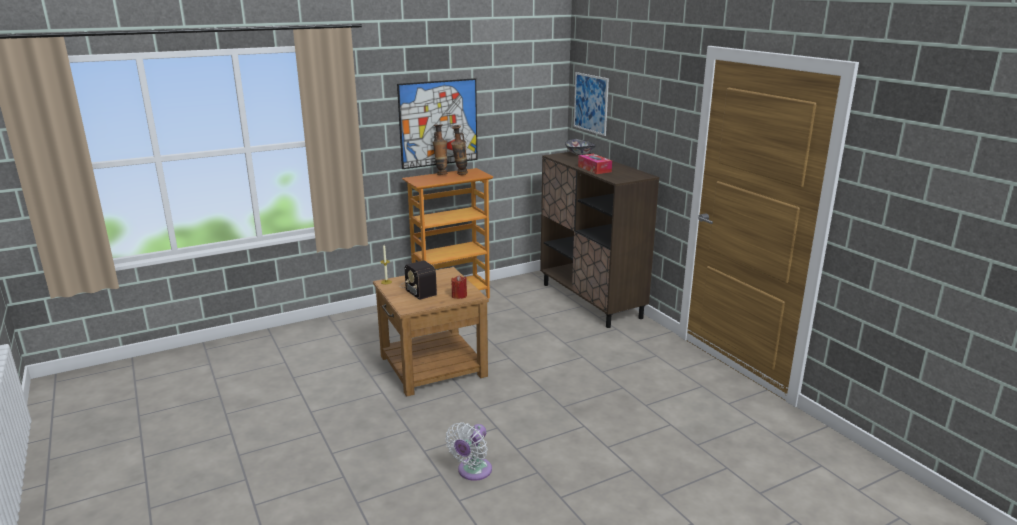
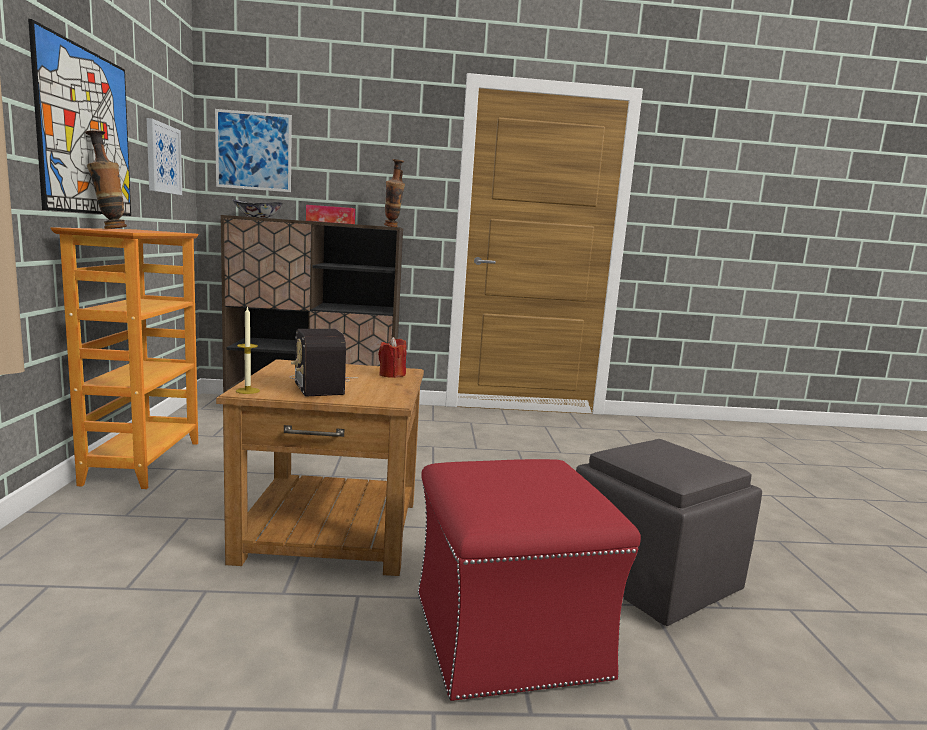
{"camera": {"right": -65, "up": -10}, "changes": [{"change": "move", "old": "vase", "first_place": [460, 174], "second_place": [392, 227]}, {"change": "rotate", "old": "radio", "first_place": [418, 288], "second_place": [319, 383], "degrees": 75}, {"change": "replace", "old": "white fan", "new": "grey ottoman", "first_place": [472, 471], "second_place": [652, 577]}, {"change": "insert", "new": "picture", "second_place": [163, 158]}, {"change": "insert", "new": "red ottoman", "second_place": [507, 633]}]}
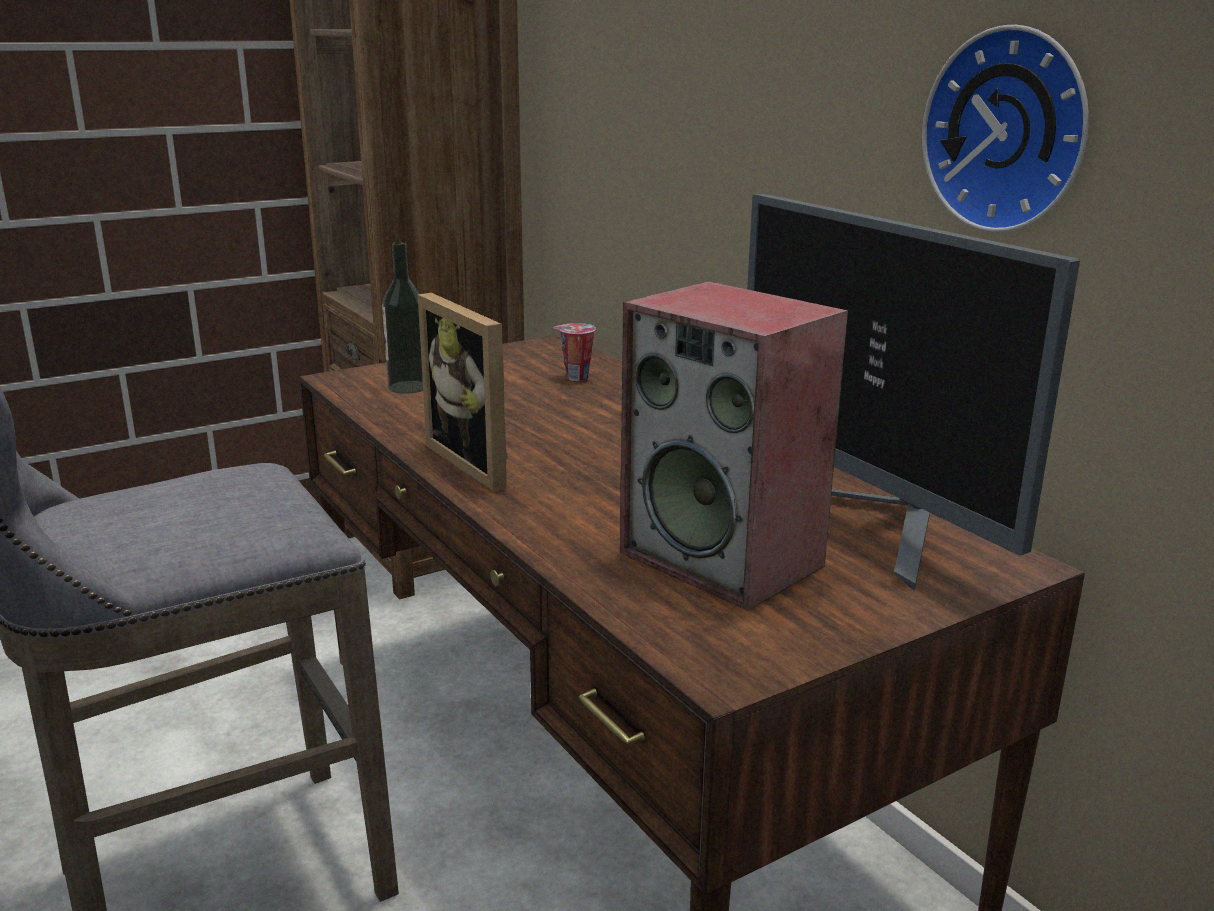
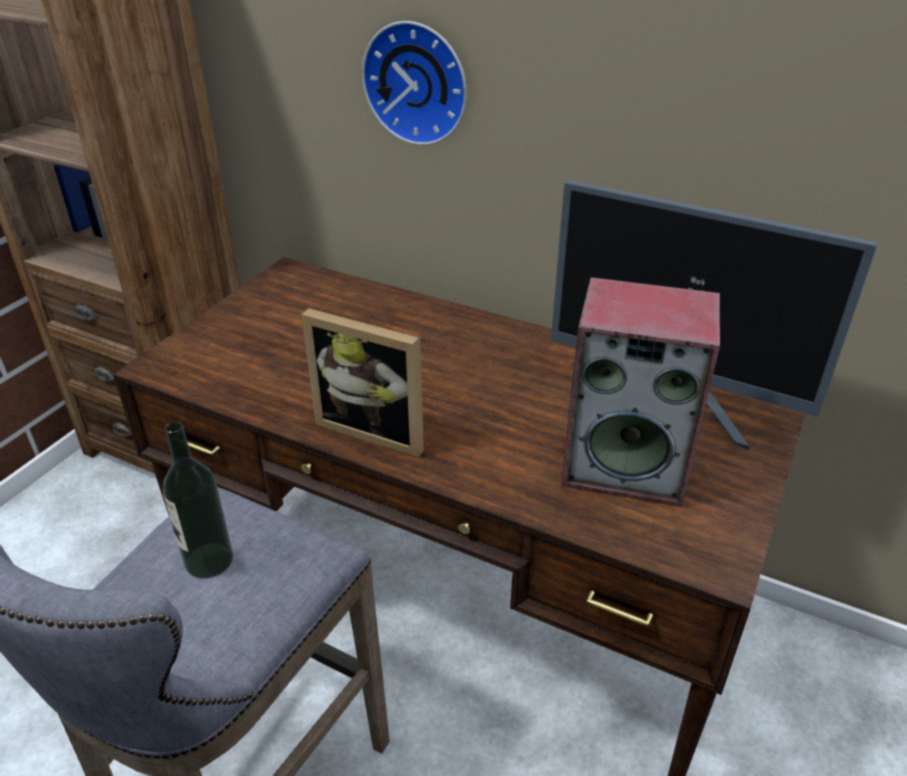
{"camera": {"right": -30, "up": 15}, "changes": [{"change": "move", "old": "wall clock", "first_place": [1010, 130], "second_place": [418, 82]}, {"change": "move", "old": "bottle", "first_place": [408, 387], "second_place": [209, 560]}, {"change": "delete", "old": "cup", "first_place": [575, 377]}]}
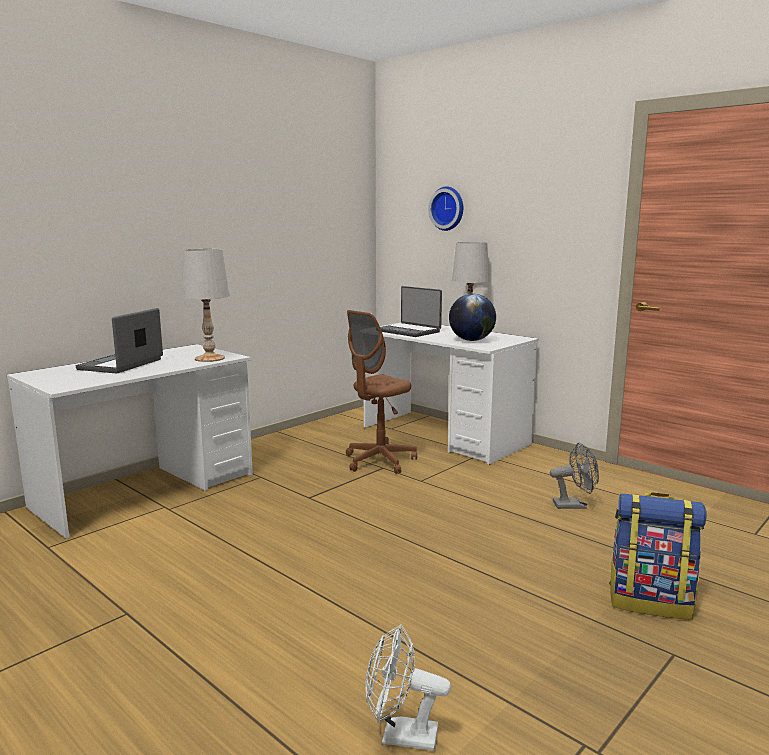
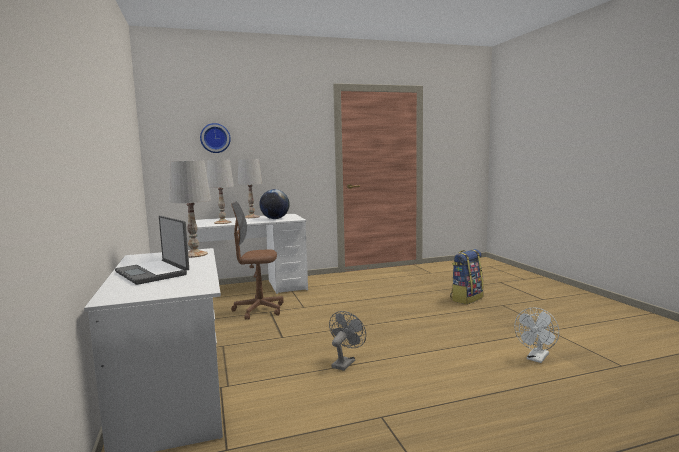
{"camera": {"right": -60, "up": -5}, "changes": [{"change": "replace", "old": "laptop", "new": "white table lamp", "first_place": [409, 331], "second_place": [223, 222]}, {"change": "rotate", "old": "brown office chair", "first_place": [379, 461], "second_place": [259, 310], "degrees": 105}, {"change": "move", "old": "grey fan", "first_place": [574, 505], "second_place": [345, 362]}]}
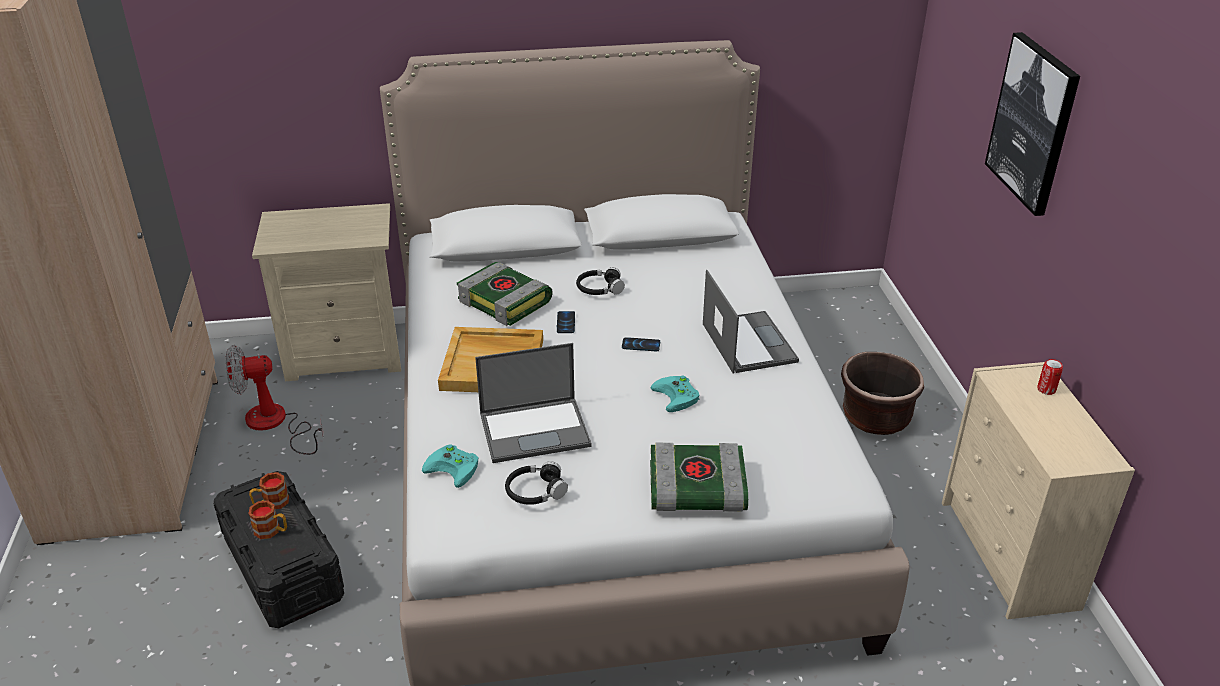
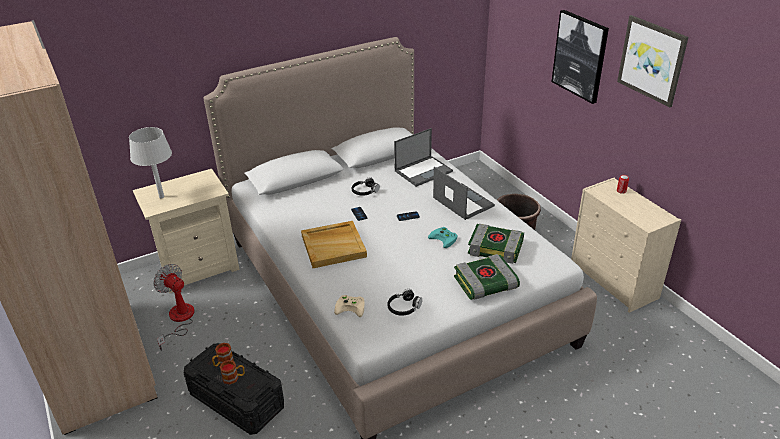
{"camera": {"right": -20, "up": 0}, "changes": [{"change": "move", "old": "book", "first_place": [506, 301], "second_place": [496, 248]}, {"change": "move", "old": "laptop", "first_place": [536, 429], "second_place": [423, 171]}, {"change": "rotate", "old": "fan", "first_place": [275, 424], "second_place": [178, 320], "degrees": 75}, {"change": "recolor", "old": "turquoise game controller", "new": "beige game controller", "first_place": [455, 468], "second_place": [351, 307]}, {"change": "insert", "new": "picture", "second_place": [652, 60]}, {"change": "insert", "new": "grey table lamp", "second_place": [161, 197]}]}
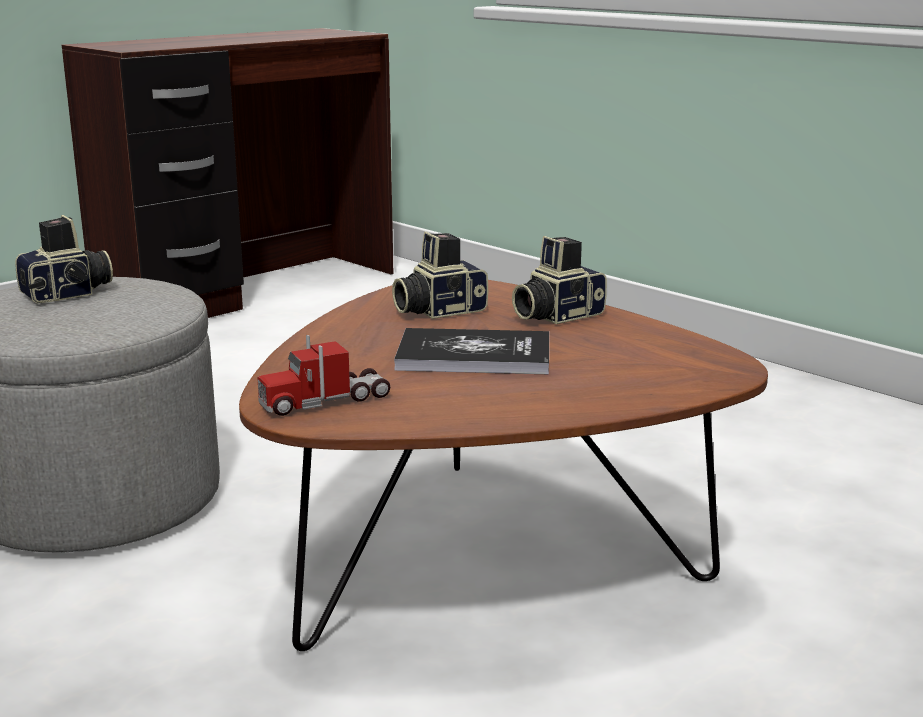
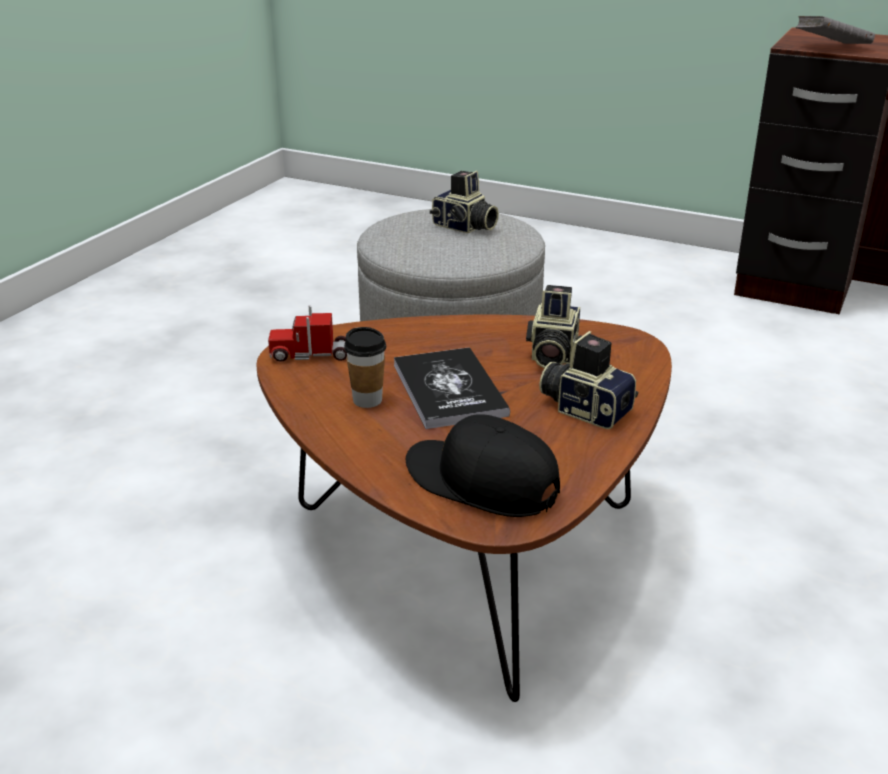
{"camera": {"right": 70, "up": 10}, "changes": [{"change": "rotate", "old": "photo camera", "first_place": [438, 310], "second_place": [551, 354], "degrees": -120}, {"change": "rotate", "old": "toy truck", "first_place": [325, 401], "second_place": [318, 355], "degrees": -45}, {"change": "insert", "new": "grey book", "second_place": [831, 48]}, {"change": "insert", "new": "cup", "second_place": [367, 400]}, {"change": "insert", "new": "black cap", "second_place": [481, 482]}]}
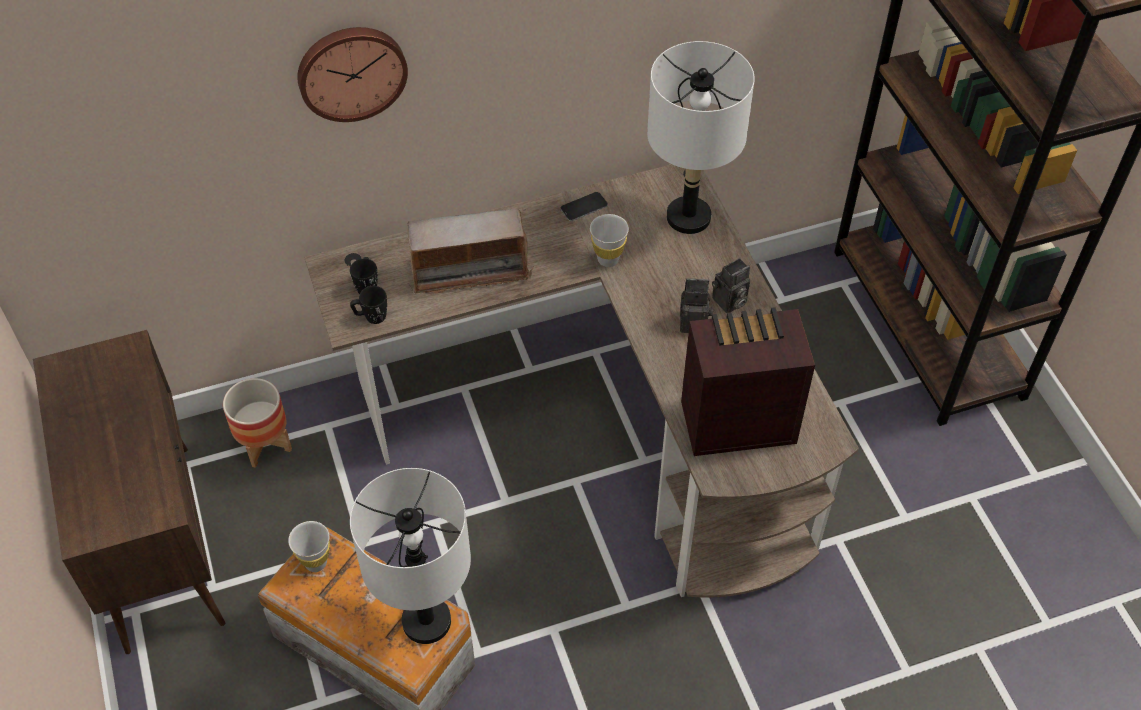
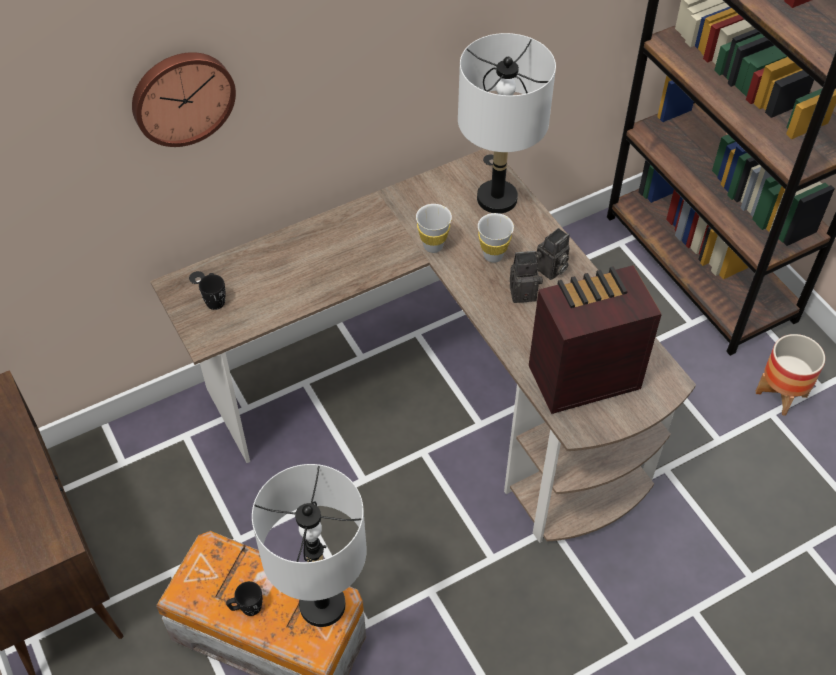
{"camera": {"right": -10, "up": 0}, "changes": [{"change": "delete", "old": "phone", "first_place": [584, 207]}, {"change": "delete", "old": "radio", "first_place": [469, 271]}, {"change": "move", "old": "black mug", "first_place": [371, 316], "second_place": [247, 608]}, {"change": "move", "old": "planter", "first_place": [265, 444], "second_place": [781, 394]}, {"change": "move", "old": "white cup", "first_place": [316, 562], "second_place": [493, 255]}]}
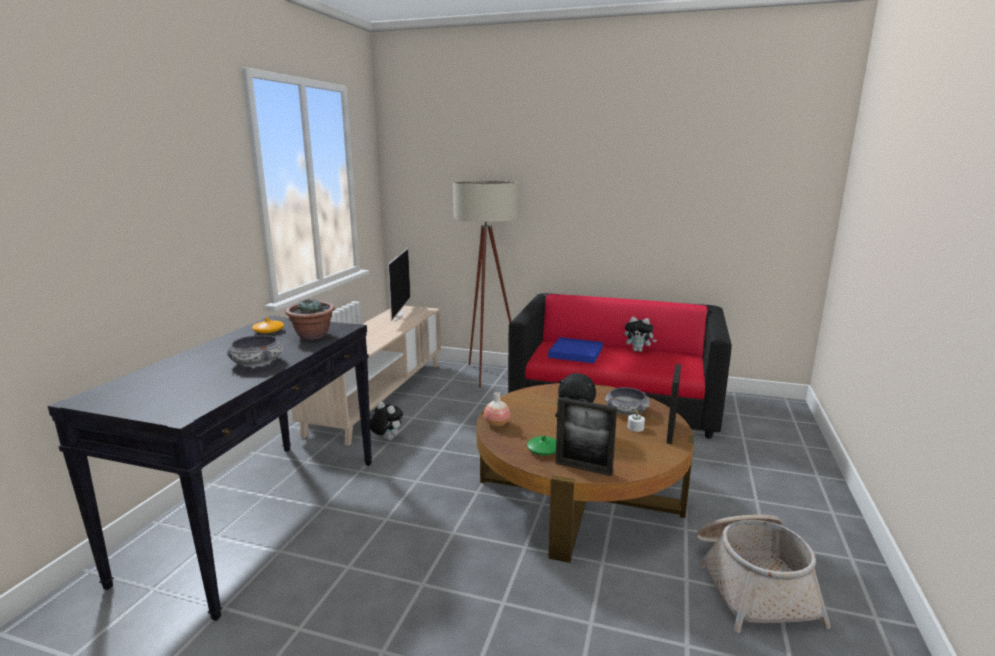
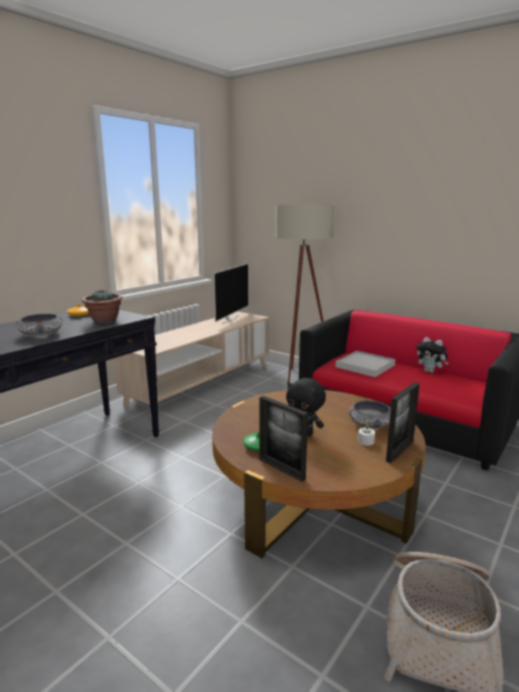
{"camera": {"right": 20, "up": 0}, "changes": [{"change": "recolor", "old": "blue tray", "new": "white tray", "first_place": [575, 353], "second_place": [365, 366]}, {"change": "delete", "old": "vase", "first_place": [497, 424]}, {"change": "delete", "old": "plush toy", "first_place": [386, 439]}]}
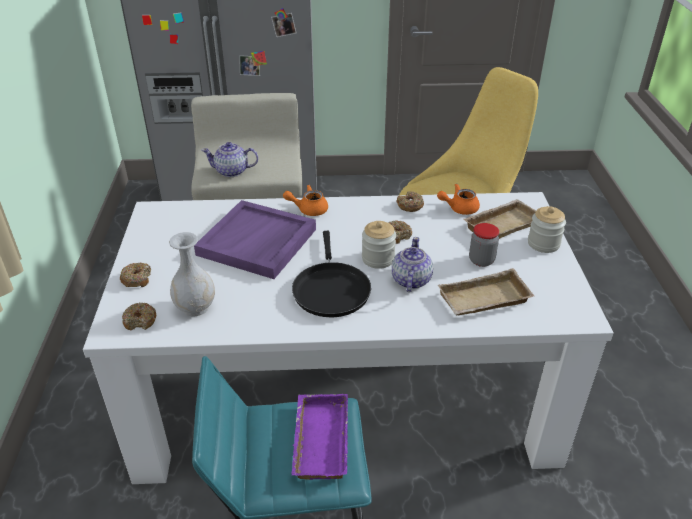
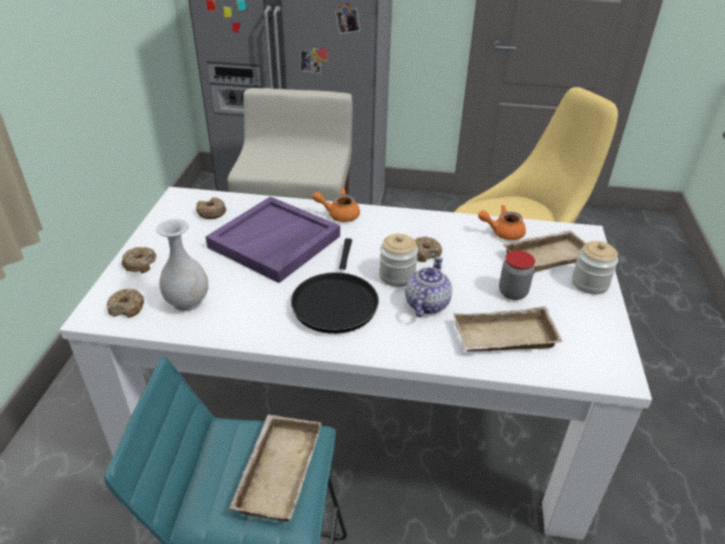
{"camera": {"right": 10, "up": 0}, "changes": [{"change": "delete", "old": "teapot", "first_place": [232, 171]}, {"change": "move", "old": "donut", "first_place": [410, 206], "second_place": [211, 213]}, {"change": "recolor", "old": "purple tray", "new": "beige tray", "first_place": [318, 439], "second_place": [276, 470]}]}
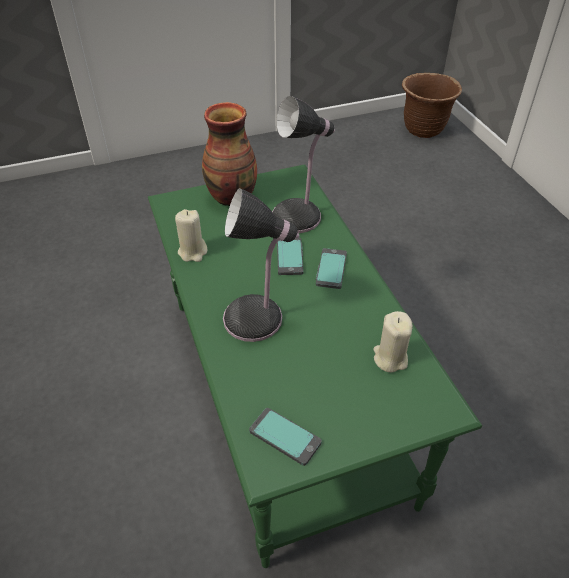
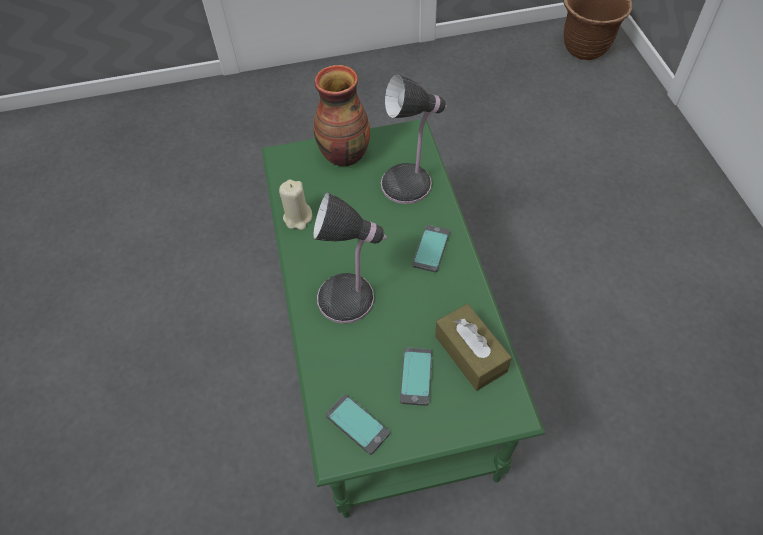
{"camera": {"right": 10, "up": 10}, "changes": [{"change": "move", "old": "phone", "first_place": [290, 257], "second_place": [416, 376]}, {"change": "replace", "old": "beige candle", "new": "brown tissue box", "first_place": [390, 358], "second_place": [470, 353]}]}
